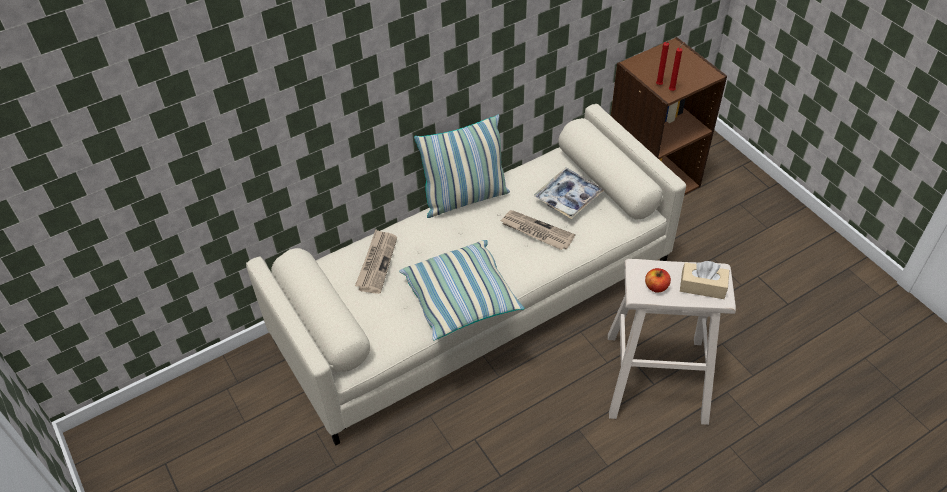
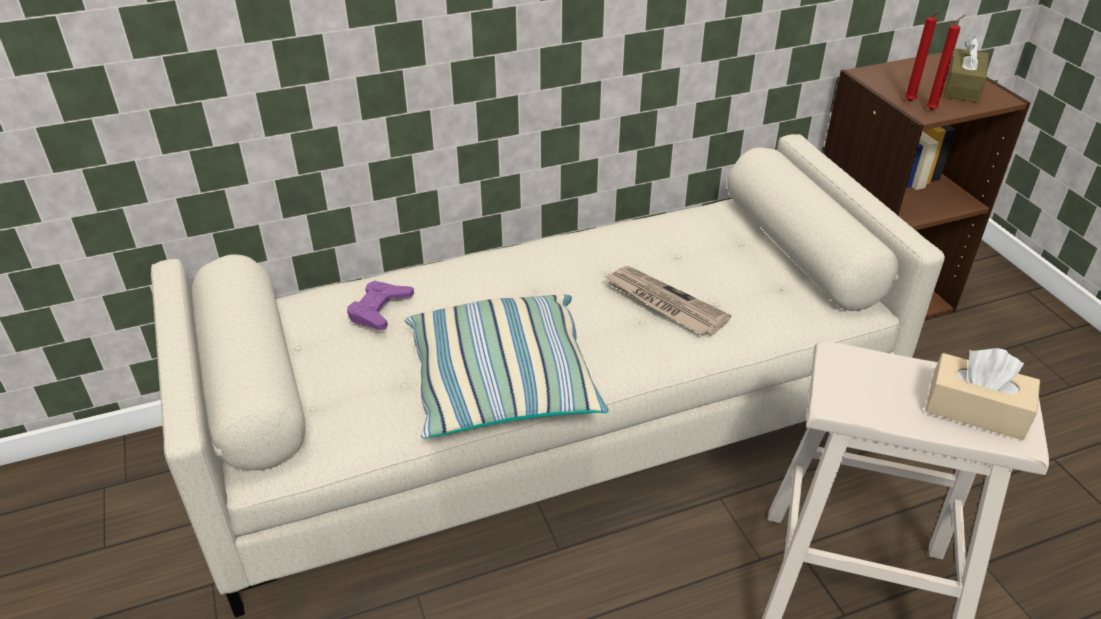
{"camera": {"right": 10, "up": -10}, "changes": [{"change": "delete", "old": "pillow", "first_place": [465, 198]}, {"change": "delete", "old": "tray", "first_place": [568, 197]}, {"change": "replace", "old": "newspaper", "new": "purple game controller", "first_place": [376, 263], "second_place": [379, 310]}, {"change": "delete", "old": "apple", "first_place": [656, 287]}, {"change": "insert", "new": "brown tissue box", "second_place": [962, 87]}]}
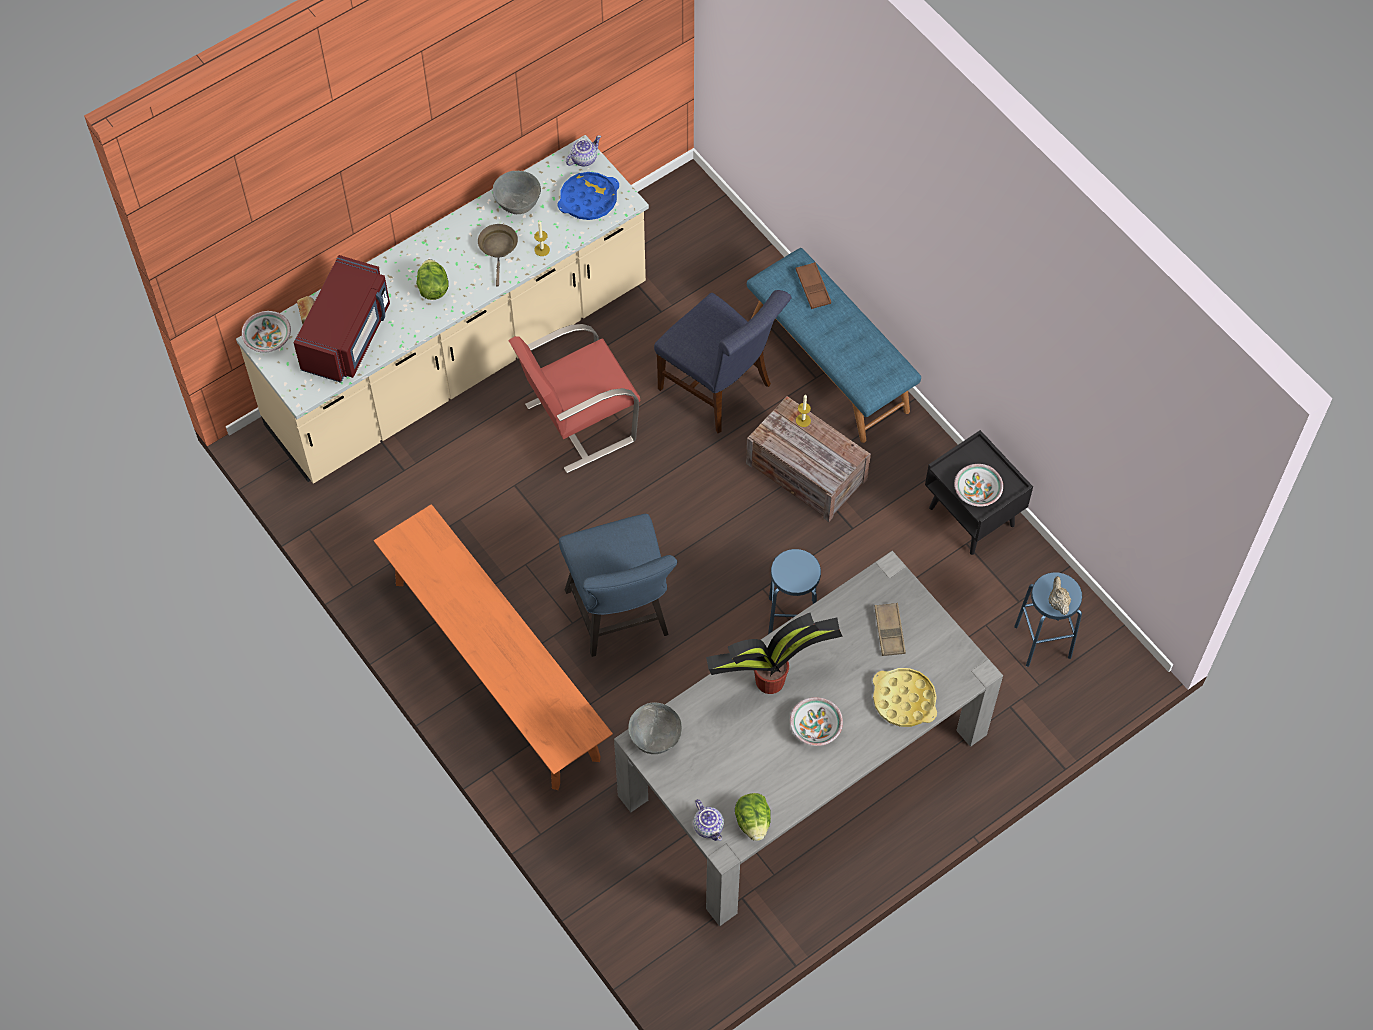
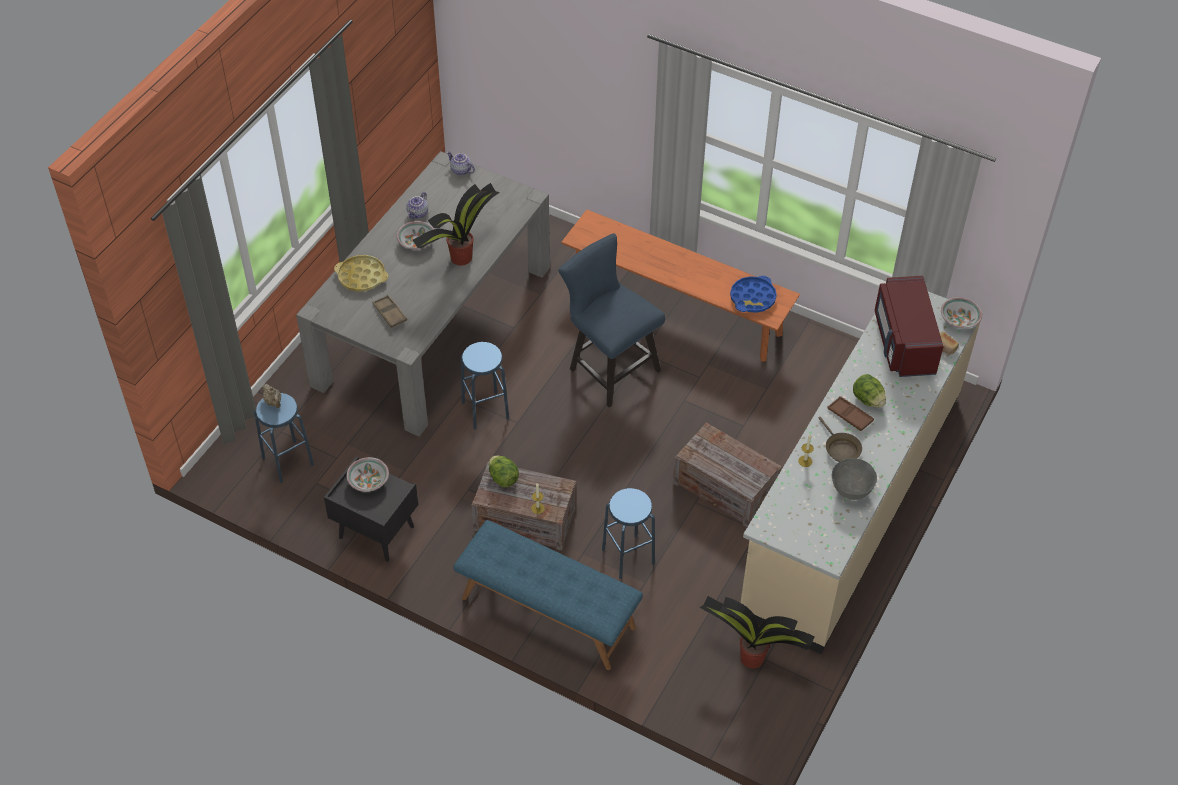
{"camera": {"right": 155, "up": -10}, "changes": [{"change": "move", "old": "teapot", "first_place": [583, 158], "second_place": [418, 214]}, {"change": "move", "old": "blue tray", "first_place": [588, 199], "second_place": [753, 298]}, {"change": "move", "old": "brown tray", "first_place": [813, 288], "second_place": [850, 416]}, {"change": "replace", "old": "blue chair", "new": "blue stool", "first_place": [720, 389], "second_place": [628, 556]}, {"change": "replace", "old": "red chair", "new": "crate", "first_place": [578, 423], "second_place": [725, 487]}, {"change": "delete", "old": "grey bowl", "first_place": [654, 739]}, {"change": "move", "old": "lettuce", "first_place": [753, 822], "second_place": [503, 478]}, {"change": "insert", "new": "potted plant", "second_place": [750, 657]}]}
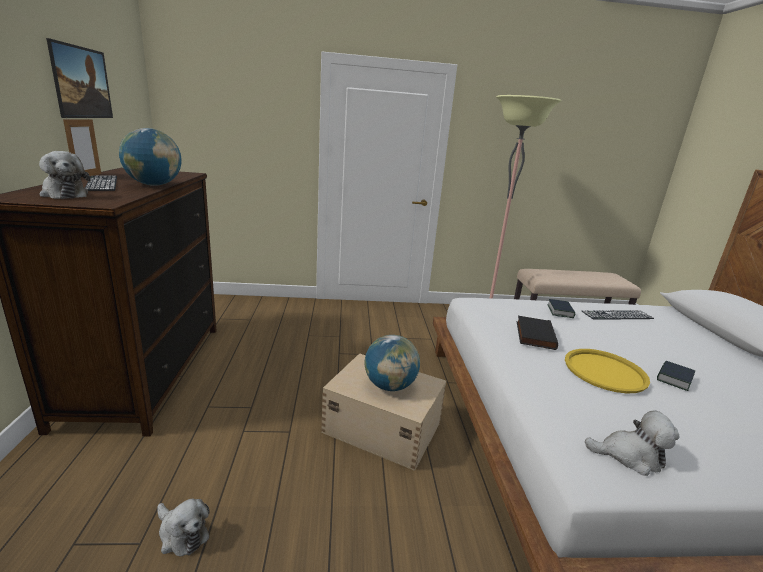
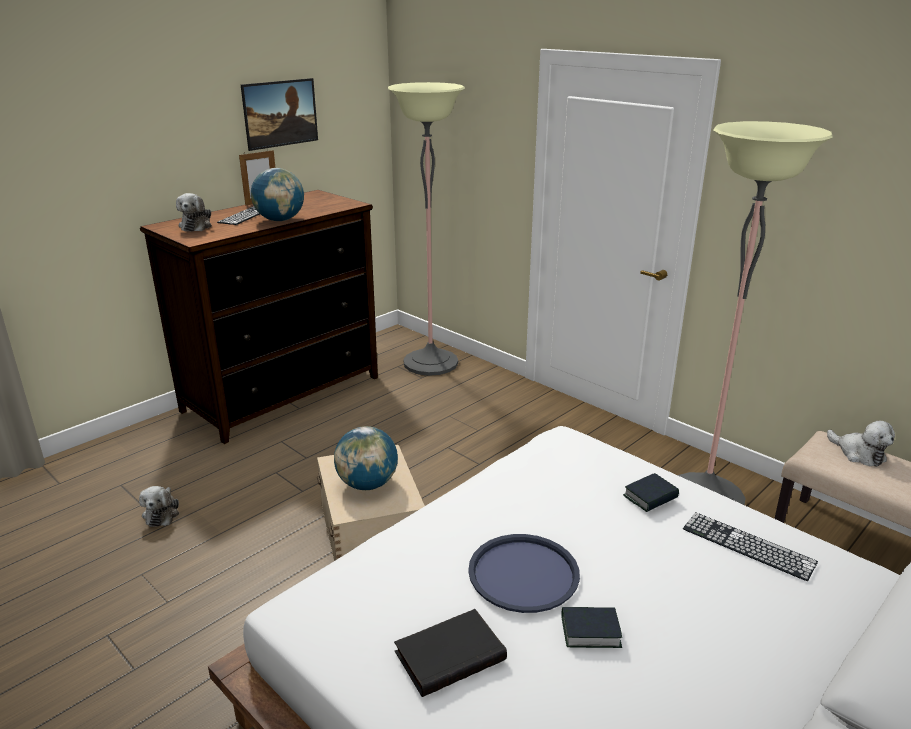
{"camera": {"right": 50, "up": 5}, "changes": [{"change": "move", "old": "black book", "first_place": [533, 335], "second_place": [449, 654]}, {"change": "recolor", "old": "yellow tray", "new": "blue tray", "first_place": [604, 371], "second_place": [523, 573]}, {"change": "move", "old": "plush toy", "first_place": [629, 456], "second_place": [858, 454]}, {"change": "insert", "new": "floor lamp", "second_place": [430, 363]}]}
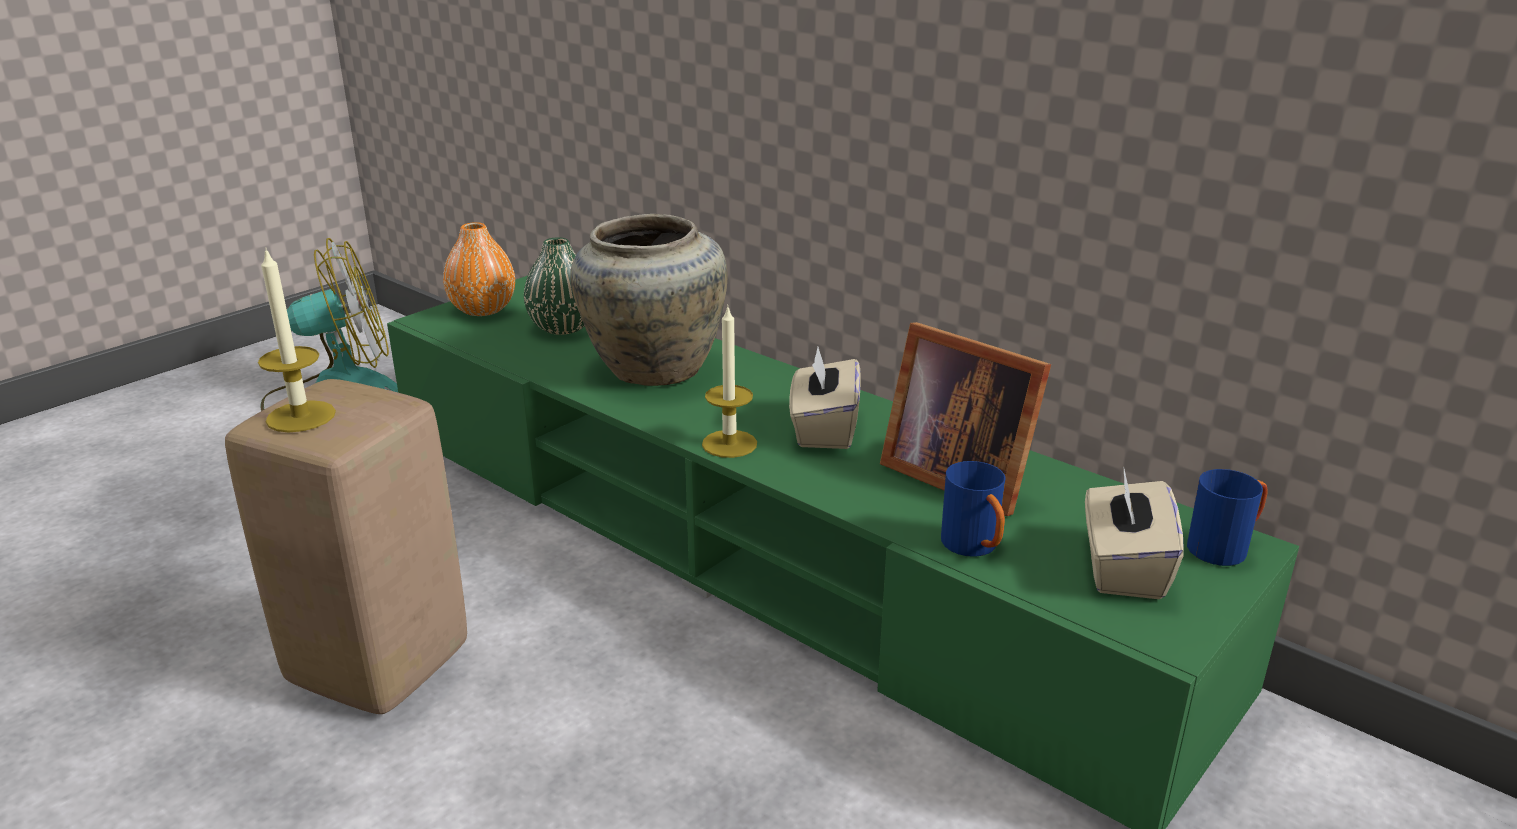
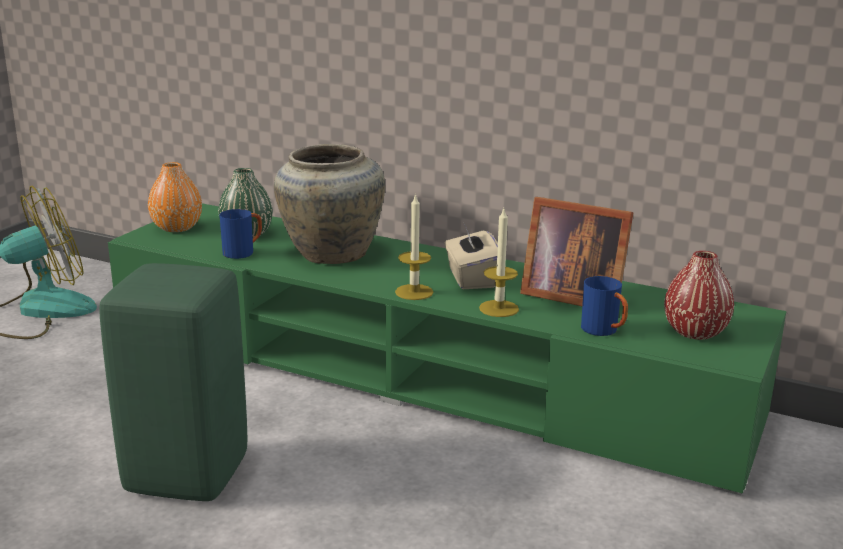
{"camera": {"right": -15, "up": -5}, "changes": [{"change": "move", "old": "candle", "first_place": [301, 416], "second_place": [499, 308]}, {"change": "recolor", "old": "beige stool", "new": "green stool", "first_place": [383, 664], "second_place": [190, 473]}, {"change": "replace", "old": "beige tissue box", "new": "red vase", "first_place": [1122, 568], "second_place": [695, 332]}, {"change": "move", "old": "blue mug", "first_place": [1224, 548], "second_place": [243, 252]}]}
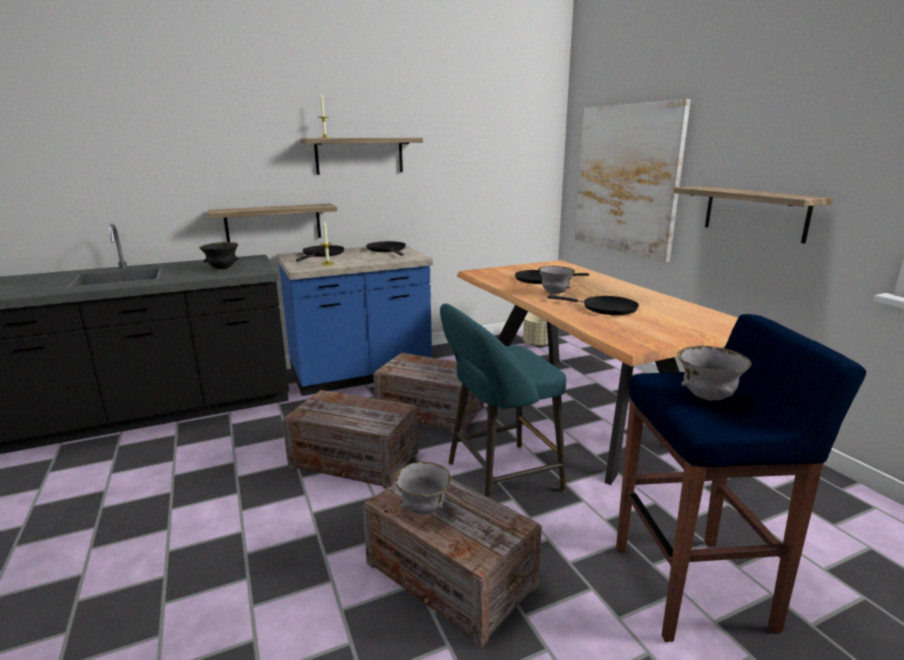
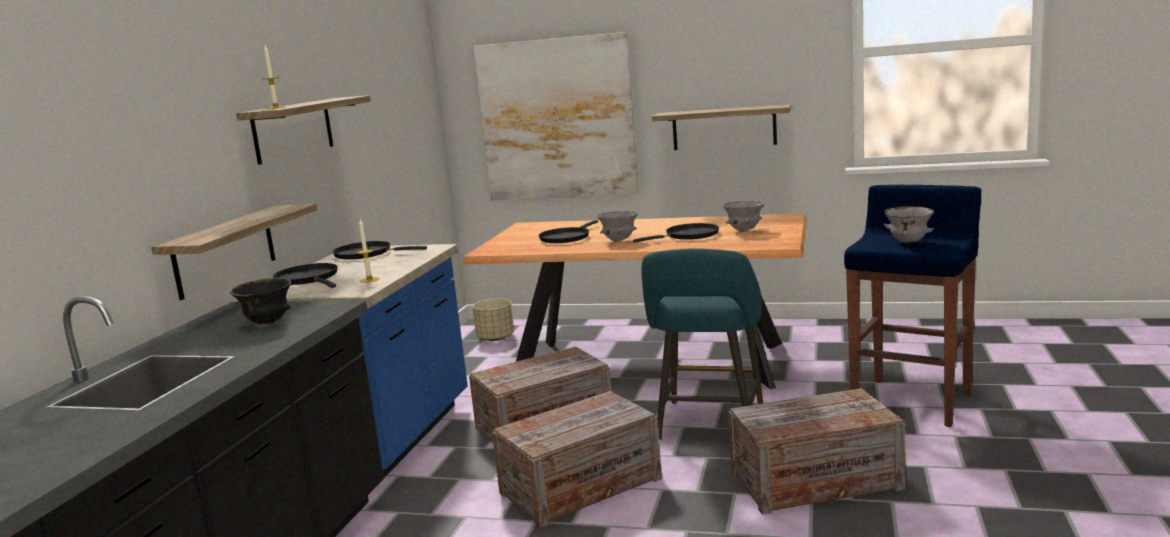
{"camera": {"right": -50, "up": -5}, "changes": [{"change": "move", "old": "grey bowl", "first_place": [423, 510], "second_place": [744, 231]}]}
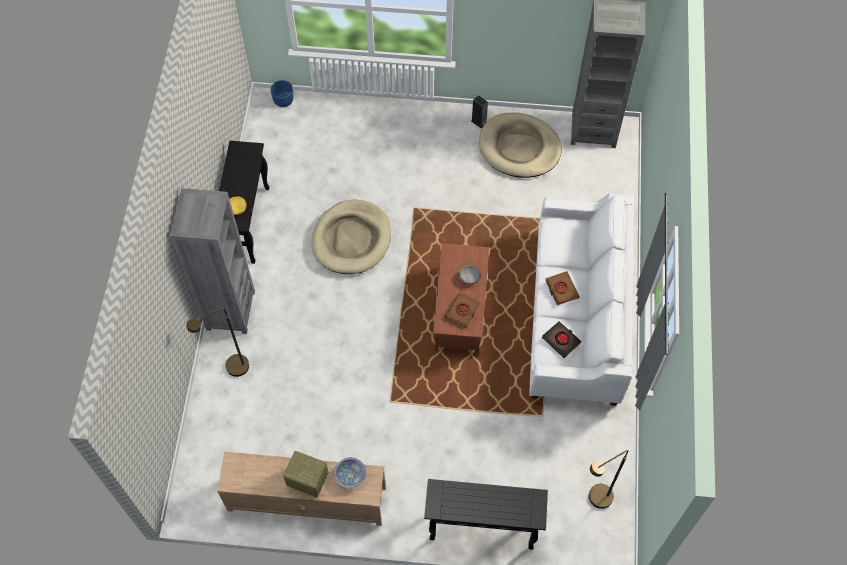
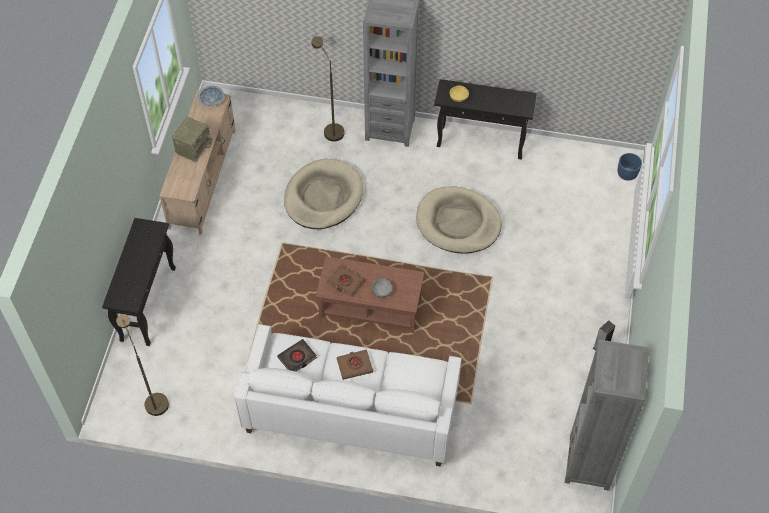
{"camera": {"right": 95, "up": -5}, "changes": [{"change": "move", "old": "beige dog bed", "first_place": [519, 148], "second_place": [323, 197]}, {"change": "move", "old": "bowl", "first_place": [350, 475], "second_place": [212, 100]}]}
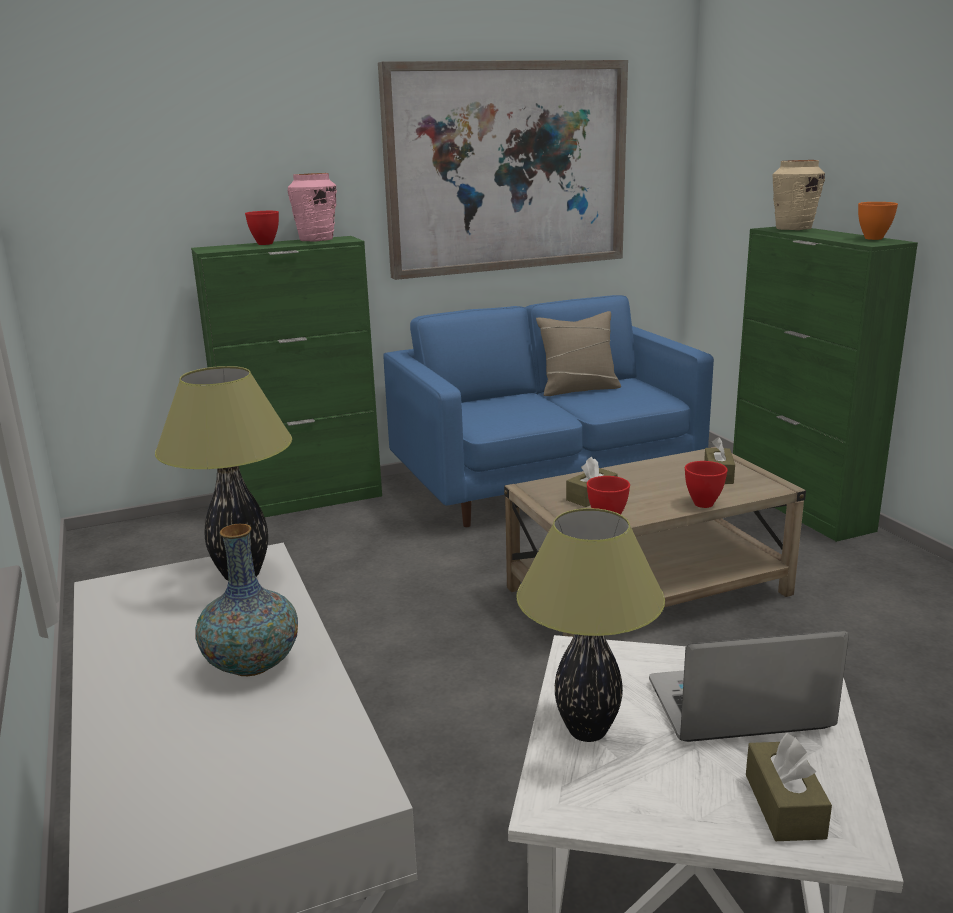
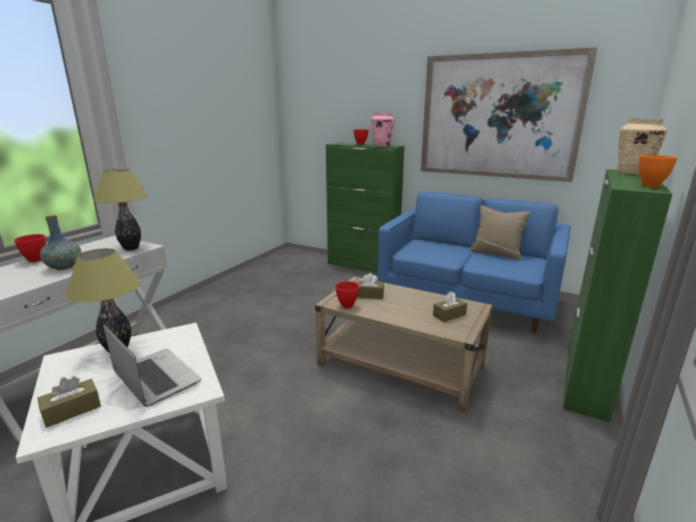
{"camera": {"right": 50, "up": 0}, "changes": [{"change": "move", "old": "red bowl", "first_place": [704, 504], "second_place": [35, 260]}]}
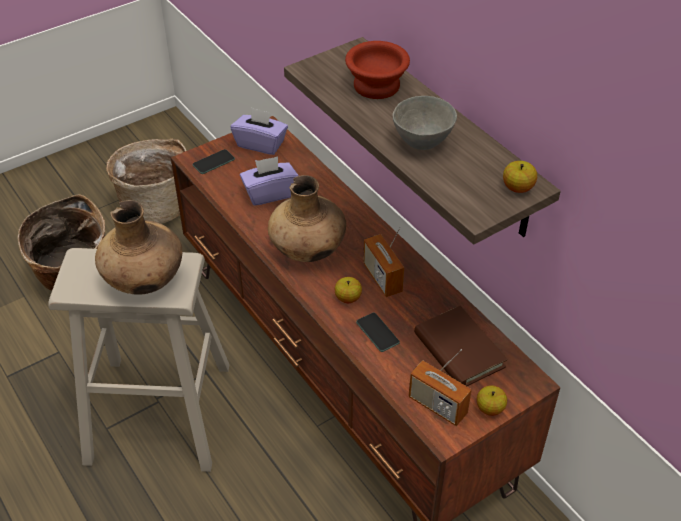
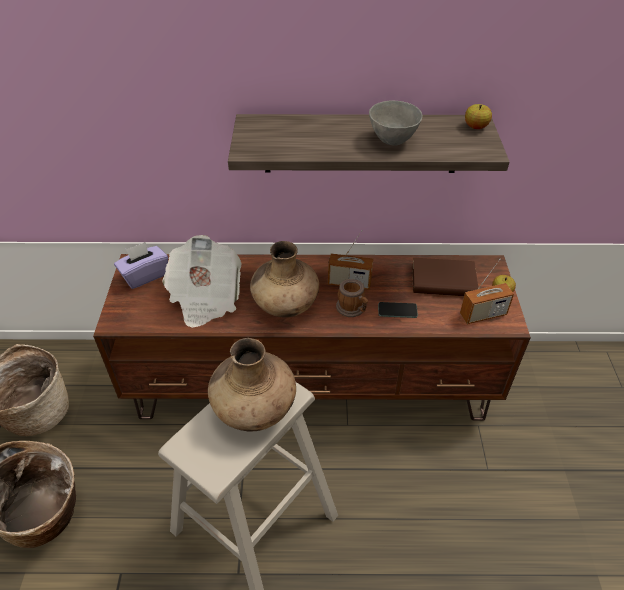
{"camera": {"right": -55, "up": 0}, "changes": [{"change": "delete", "old": "brown bowl", "first_place": [374, 86]}, {"change": "delete", "old": "phone", "first_place": [213, 162]}, {"change": "replace", "old": "purple tissue box", "new": "newspaper", "first_place": [270, 193], "second_place": [205, 297]}, {"change": "replace", "old": "apple", "new": "mug", "first_place": [348, 298], "second_place": [353, 309]}]}
